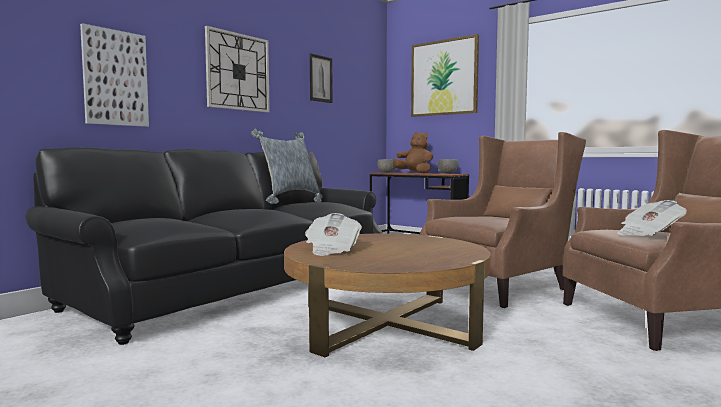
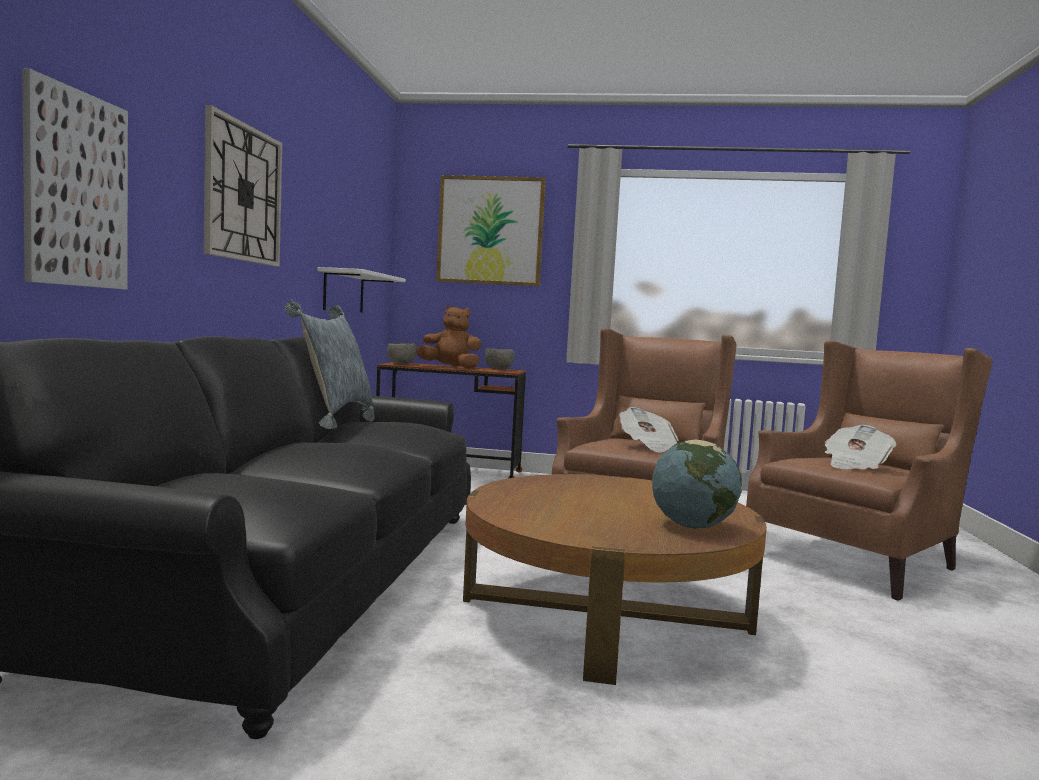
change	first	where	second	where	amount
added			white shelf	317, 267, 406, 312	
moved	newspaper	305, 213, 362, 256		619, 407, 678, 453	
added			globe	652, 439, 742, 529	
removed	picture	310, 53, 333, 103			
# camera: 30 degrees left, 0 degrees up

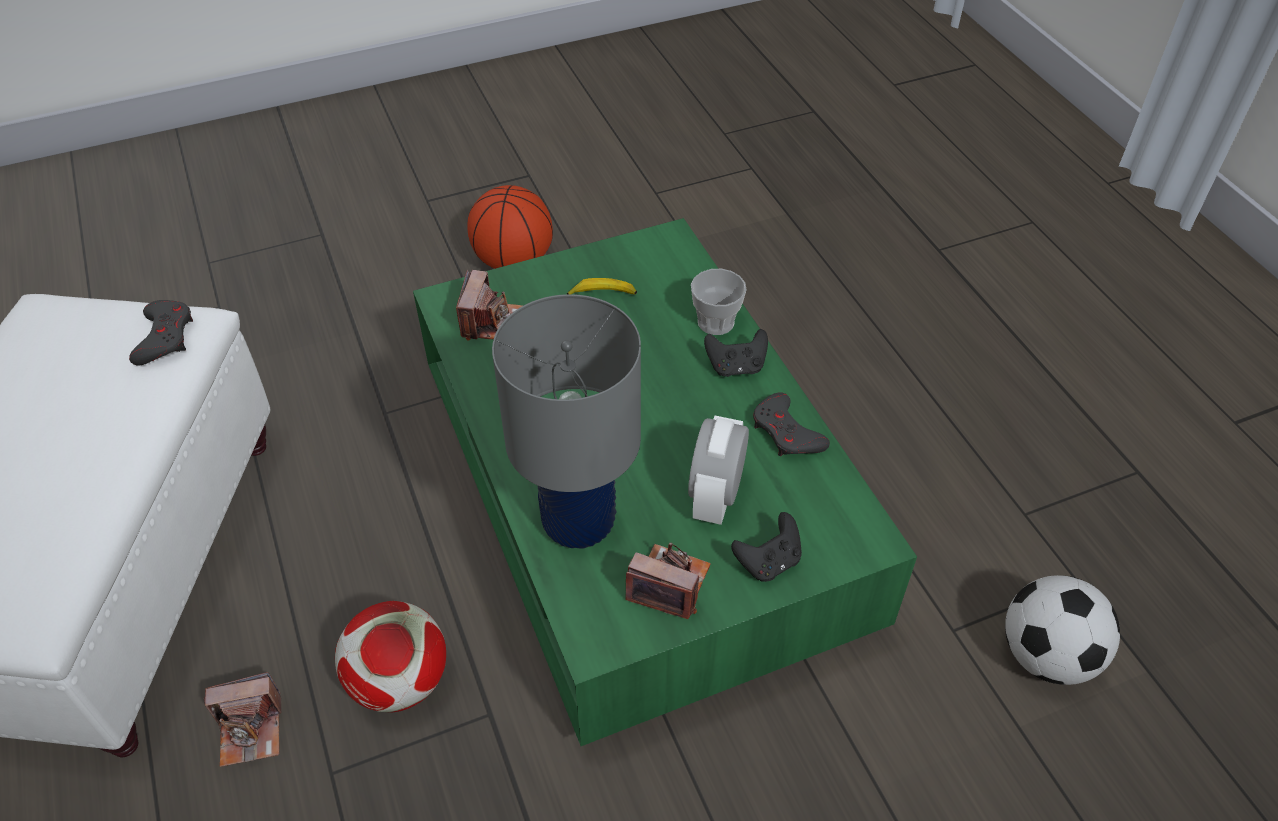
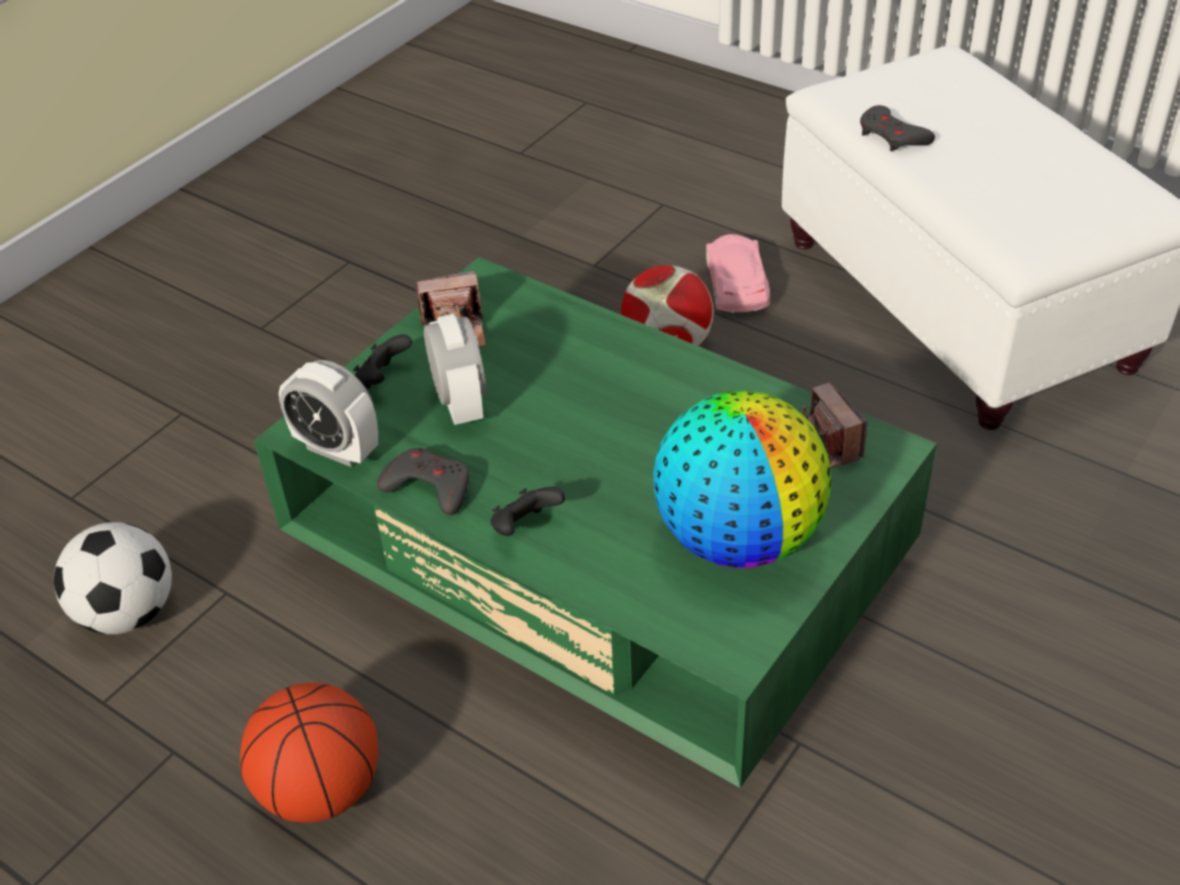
change	first	where	second	where	amount
moved	basketball	467, 185, 553, 269		240, 683, 378, 823	
added			alarm clock	279, 360, 378, 467	
replaced	banana	567, 278, 637, 295	globe	653, 391, 832, 568	
replaced	photo camera	204, 672, 281, 767	pink toy car	706, 234, 770, 313	
moved	grey game controller	129, 300, 193, 366		860, 105, 935, 151	
removed	grey table lamp	492, 294, 641, 549			
removed	cup	691, 269, 746, 335			
# camera: 150 degrees right, 5 degrees down

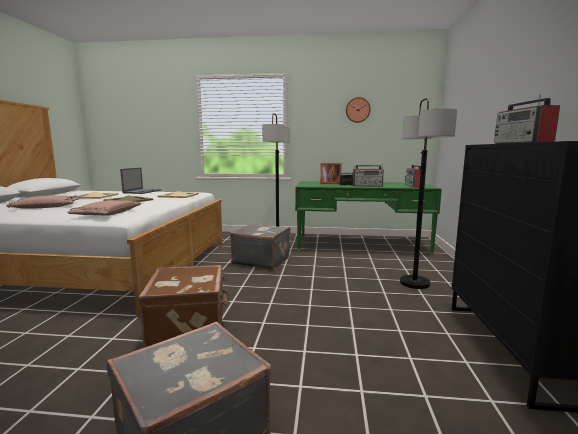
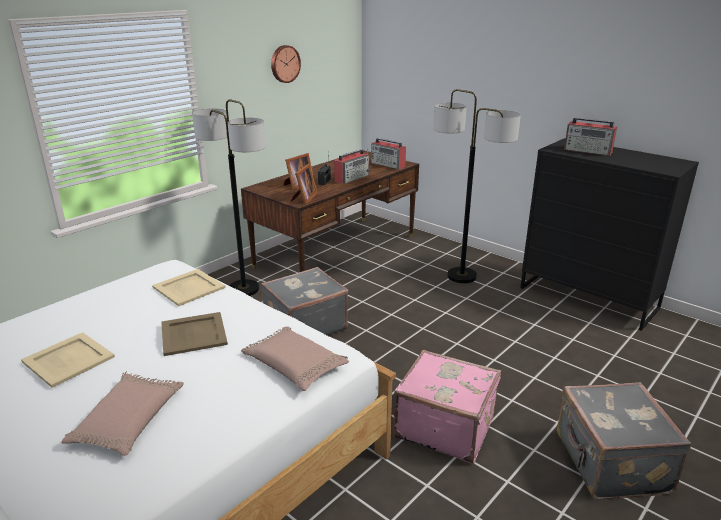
change	first	where	second	where	amount
recoloured	green desk	295, 181, 442, 256	brown desk	241, 150, 419, 272	
added			picture frame	290, 164, 318, 204	
recoloured	brown suitcase	138, 265, 229, 348	pink suitcase	393, 350, 501, 463	
removed	laptop	120, 168, 161, 194			
# camera: 55 degrees left, 15 degrees up

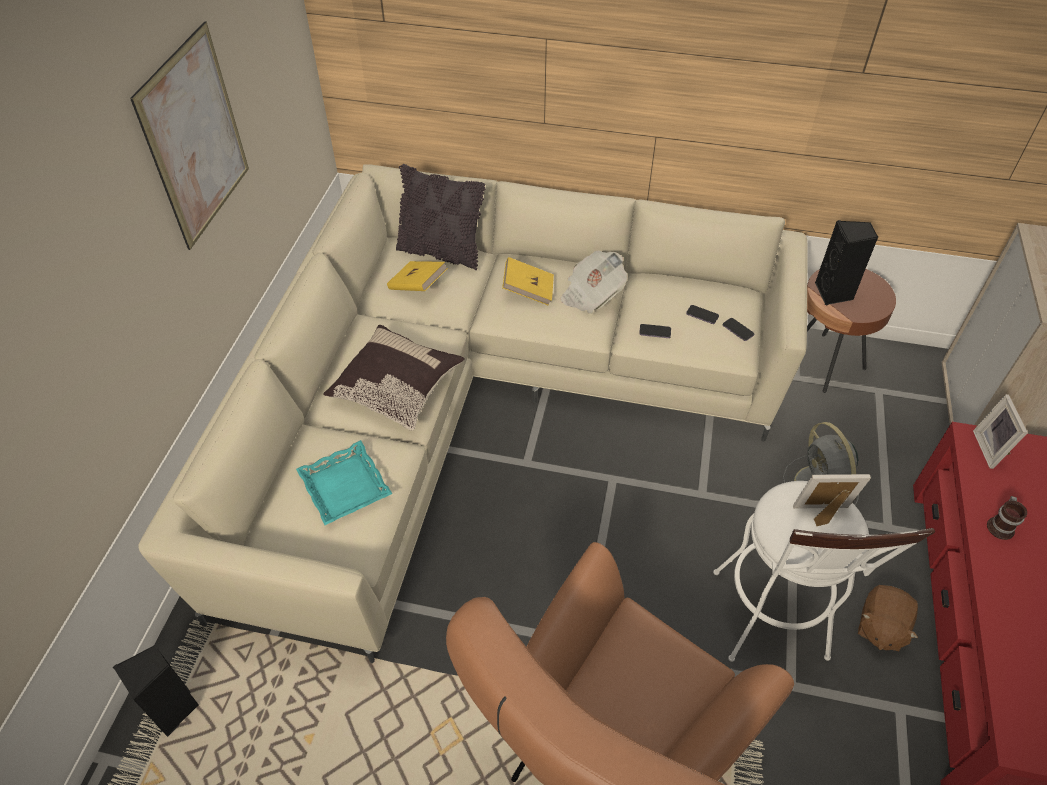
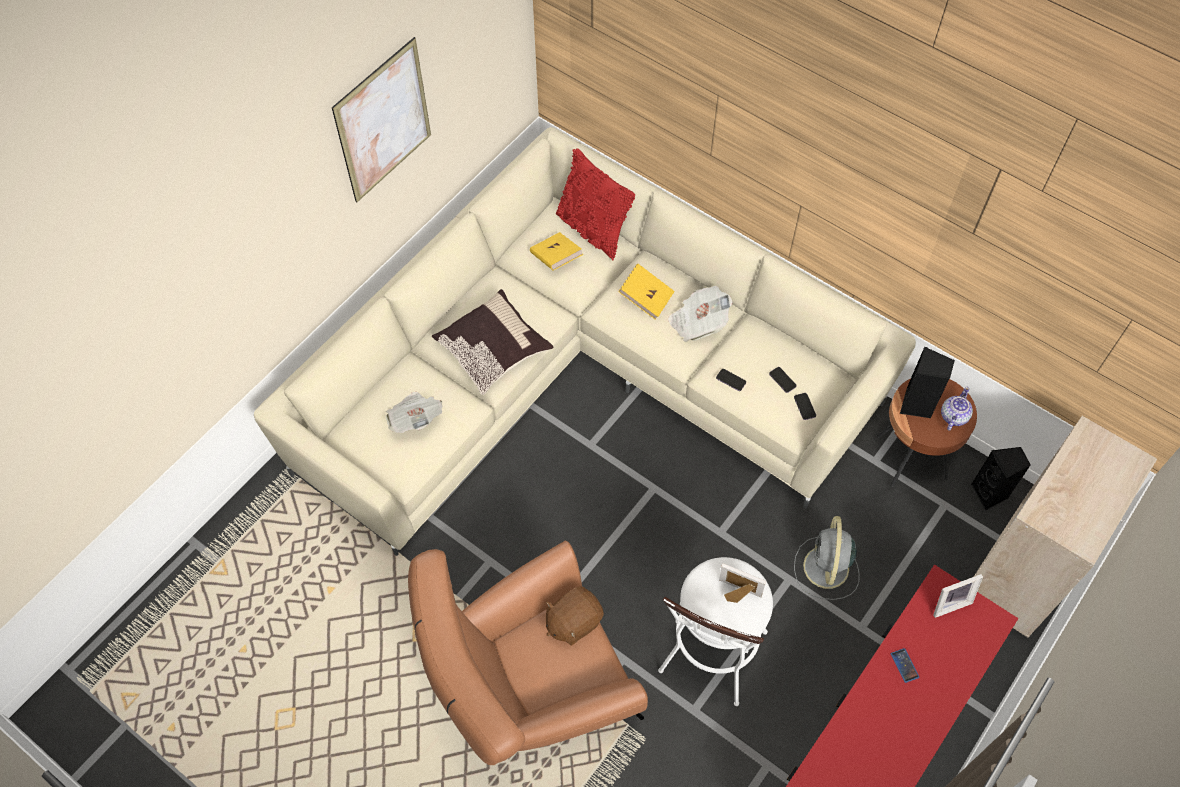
change	first	where	second	where	amount
replaced	turquoise tray	296, 440, 392, 525	newspaper	386, 392, 442, 433	
moved	brown plush toy	858, 585, 918, 651		546, 587, 604, 646	
recoloured	black pillow	396, 164, 486, 270	red pillow	556, 148, 635, 261	
replaced	mug	987, 496, 1027, 540	phone	891, 648, 919, 683	
turned	picture frame	973, 394, 1028, 469		933, 574, 983, 618	135 degrees counterclockwise
added			teapot	941, 387, 973, 431	
moved	black speaker	113, 645, 199, 737		971, 447, 1031, 511	
# camera: 25 degrees right, 10 degrees up

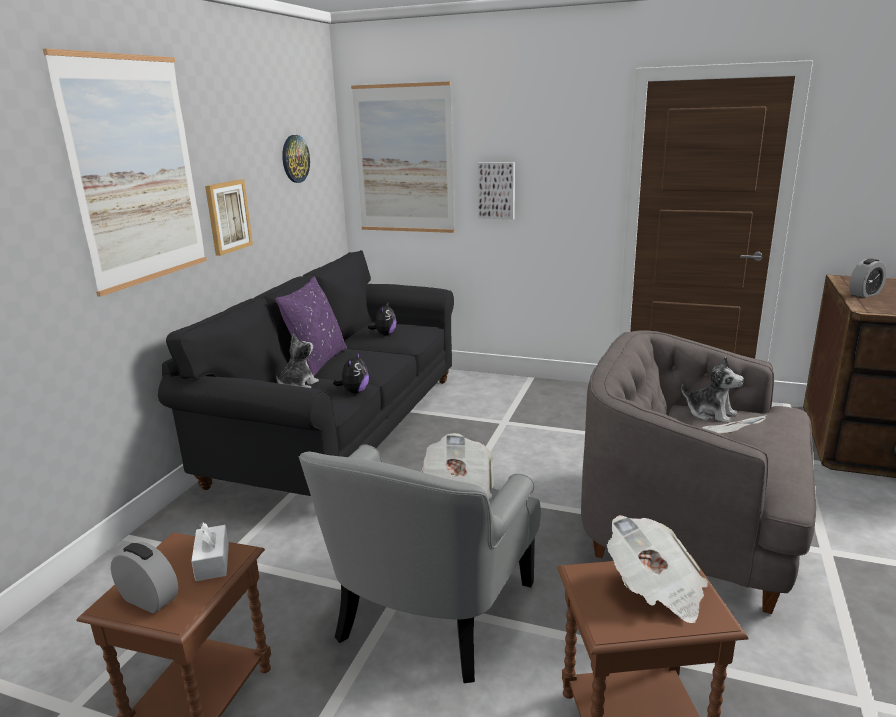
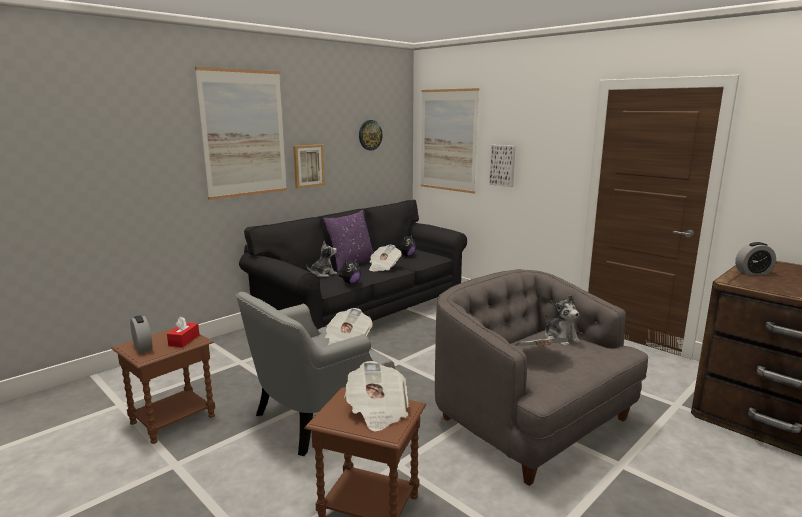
change	first	where	second	where	amount
recoloured	white tissue box	191, 522, 229, 581	red tissue box	167, 316, 199, 347	
added			newspaper	369, 245, 402, 271	
# camera: 25 degrees right, 5 degrees down

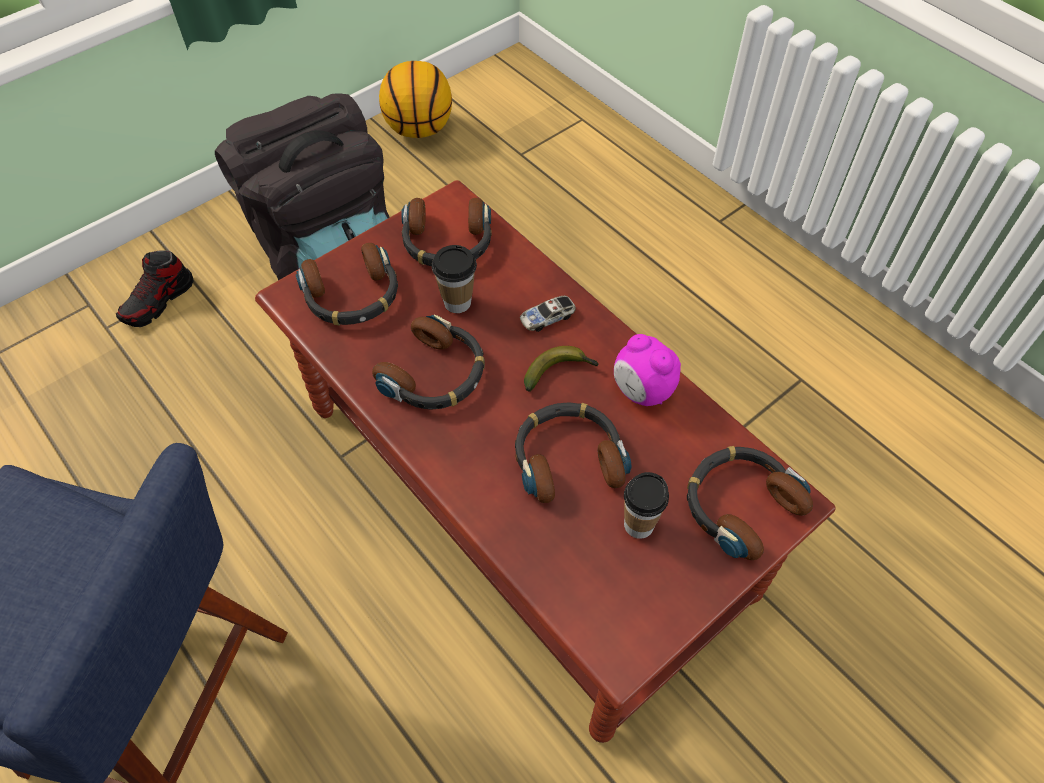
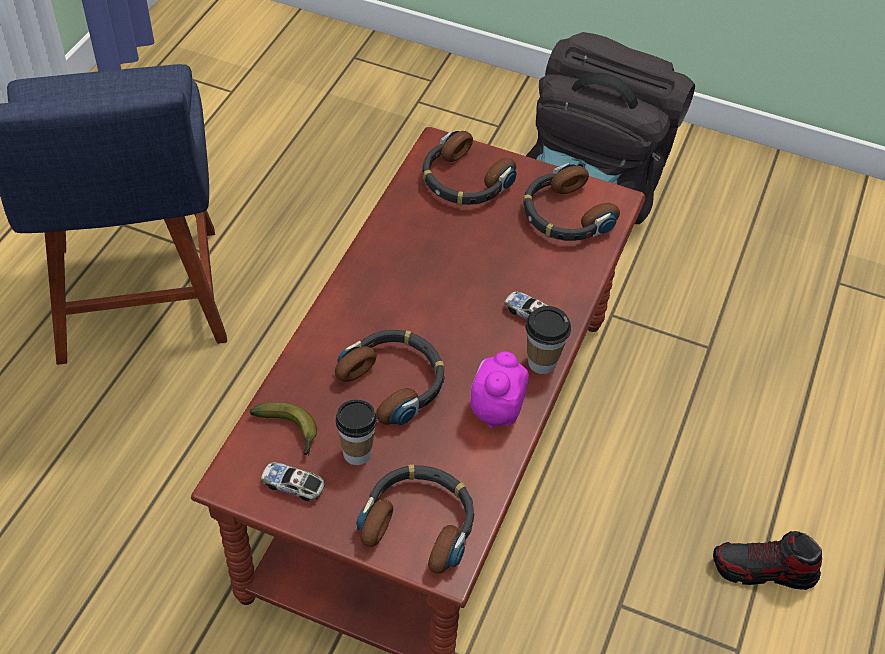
change	first	where	second	where	amount
moved	banana	524, 346, 599, 392		249, 403, 317, 456	
added			toy car	261, 462, 325, 501	
moved	cup	432, 245, 477, 313		525, 306, 571, 374	
moved	shoe	116, 250, 194, 327		713, 531, 822, 590	
removed	headphones	372, 315, 485, 410			
removed	basketball	379, 61, 452, 138			
# camera: 60 degrees right, 5 degrees down

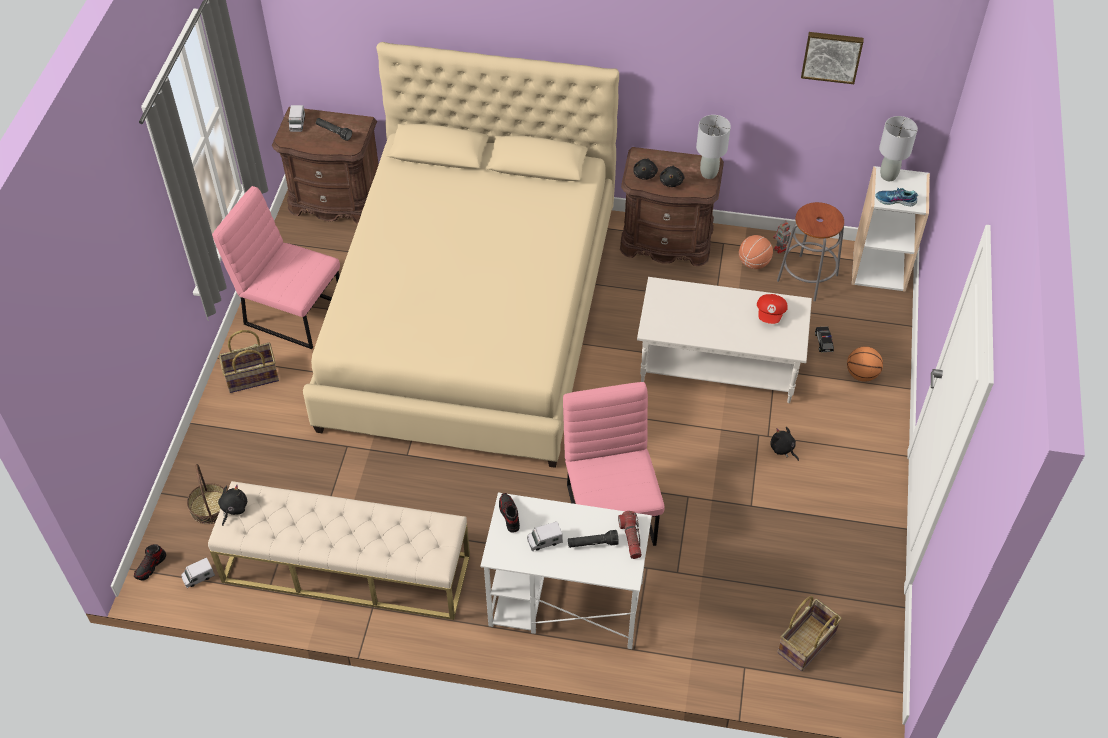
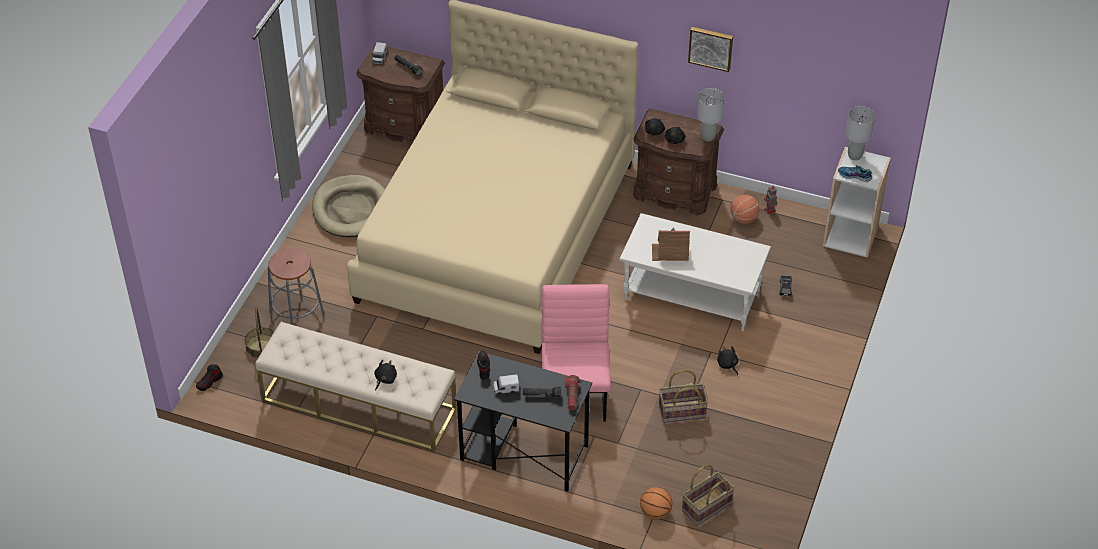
change	first	where	second	where	amount
moved	grey stool	777, 202, 844, 302		268, 248, 325, 325	
replaced	pink chair	212, 186, 340, 349	beige dog bed	312, 175, 385, 237	
moved	black plush toy	218, 485, 247, 526		374, 360, 397, 391	
recoloured	white desk	481, 492, 652, 649	black desk	454, 351, 592, 492	
moved	basketball	847, 346, 883, 382		640, 487, 673, 519	
added			toy house	652, 228, 690, 261	
moved	basket	219, 330, 279, 393		659, 370, 708, 423	
moved	picture	801, 32, 864, 84		688, 27, 733, 72	
removed	toy truck	181, 557, 215, 588			
removed	red cap	757, 294, 788, 324			
# camera: 10 degrees right, 5 degrees down

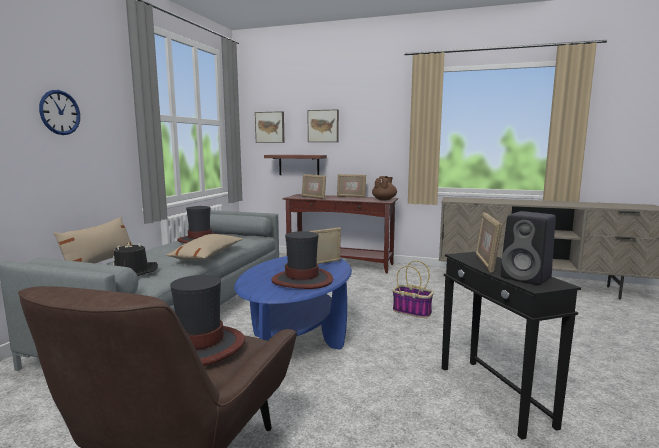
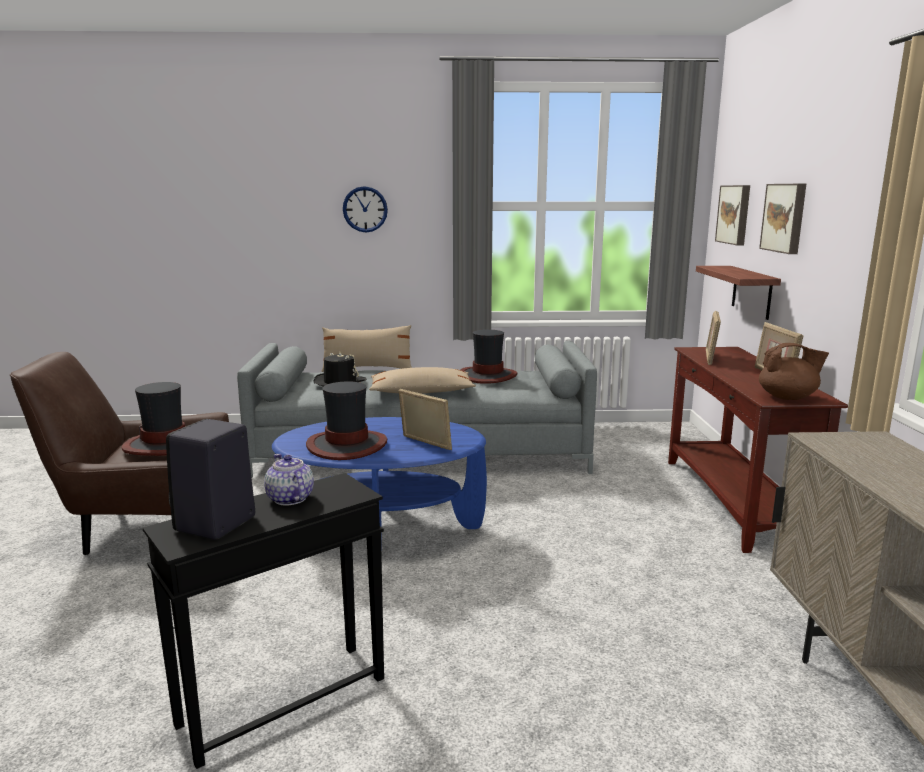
change	first	where	second	where	amount
replaced	picture frame	476, 212, 503, 273	teapot	264, 454, 314, 506	
removed	basket	393, 261, 434, 318			
# camera: 70 degrees right, 5 degrees up

